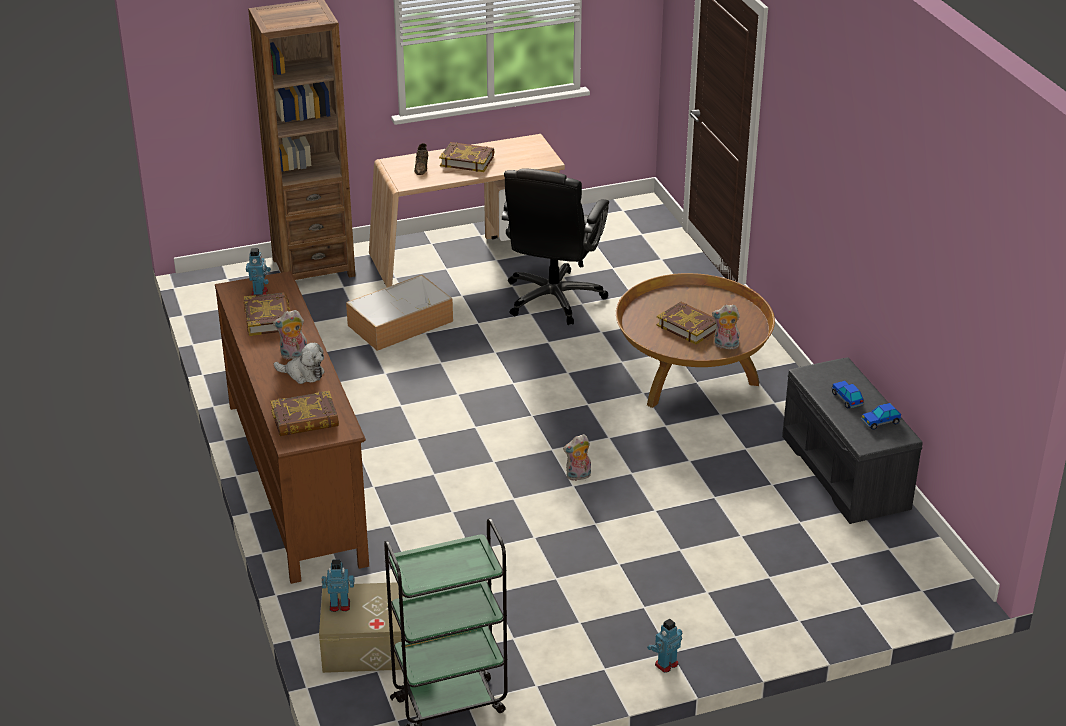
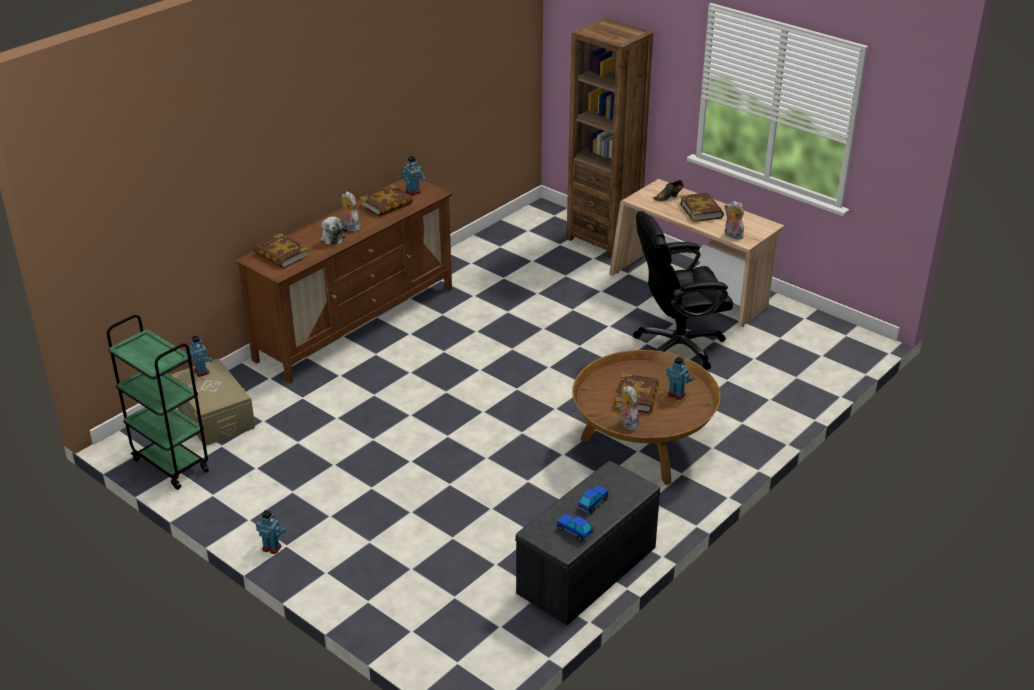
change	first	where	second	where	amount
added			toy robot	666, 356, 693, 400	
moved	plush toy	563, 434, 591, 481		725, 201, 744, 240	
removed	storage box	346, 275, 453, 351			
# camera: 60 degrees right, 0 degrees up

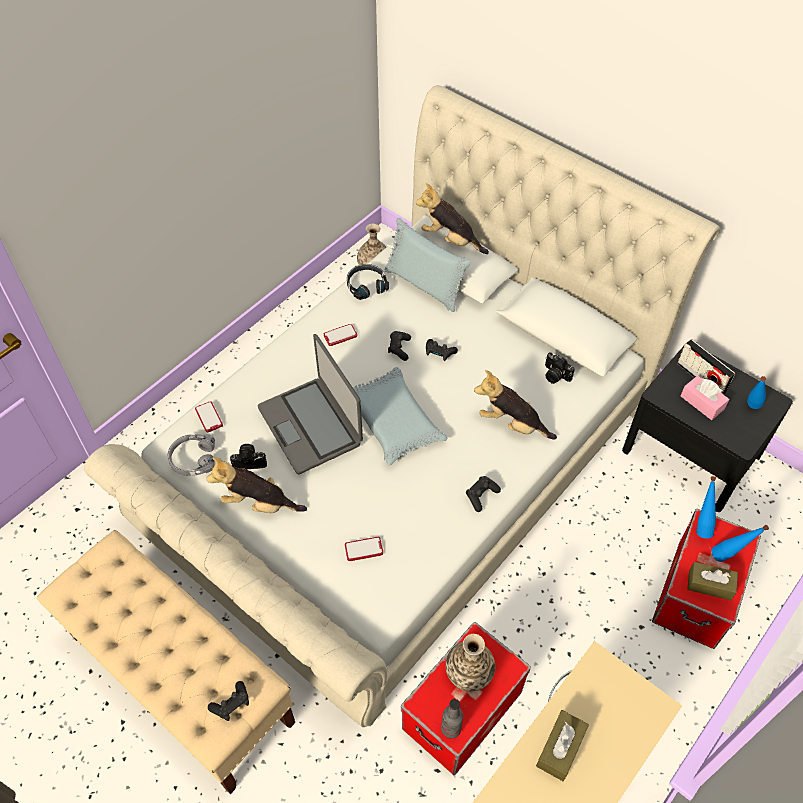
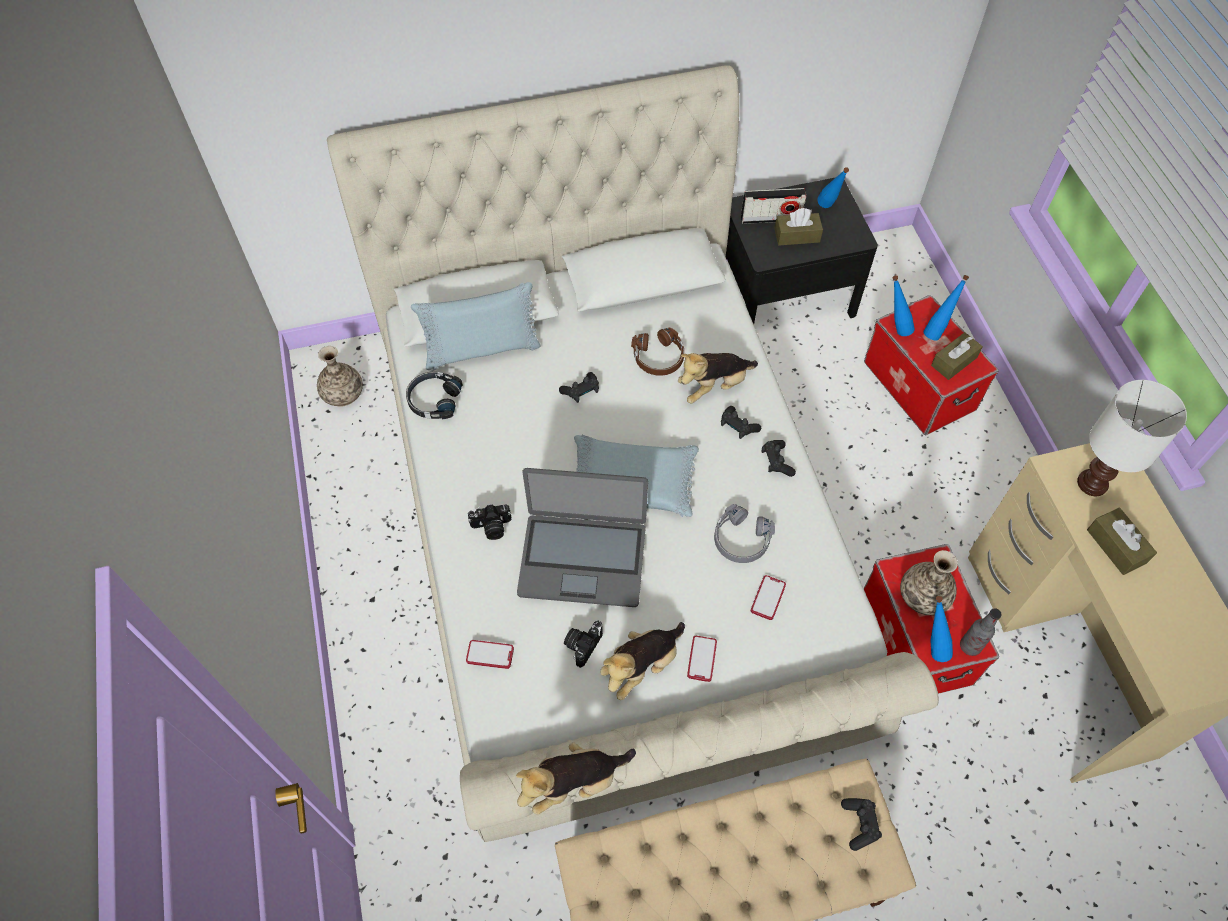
change	first	where	second	where	amount
moved	photo camera	545, 352, 575, 384		468, 504, 511, 540	
moved	plush toy	416, 183, 489, 254		516, 743, 636, 814	
added			brown headphones	631, 327, 684, 376	
moved	phone	324, 324, 357, 346		687, 636, 717, 682	
moved	grey headphones	167, 434, 215, 476		714, 504, 775, 563	
moved	black game controller	388, 331, 411, 361		721, 406, 761, 439	
recoloured	pink tissue box	681, 375, 729, 420	brown tissue box	774, 208, 823, 245	
added			blue bottle	930, 596, 953, 662	
added			white table lamp	1077, 380, 1187, 496	
# camera: 55 degrees left, 5 degrees up

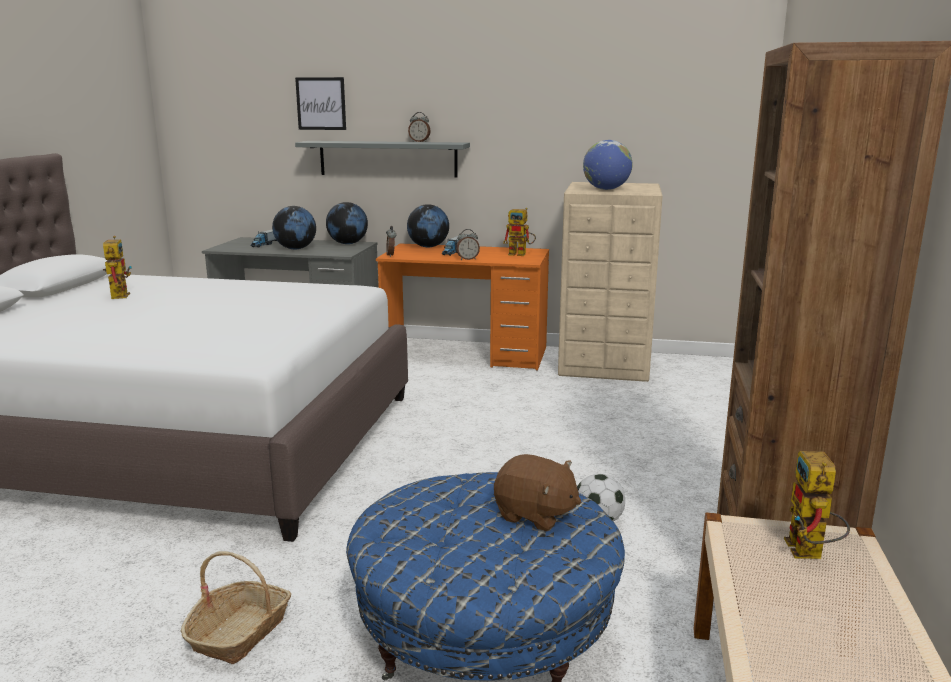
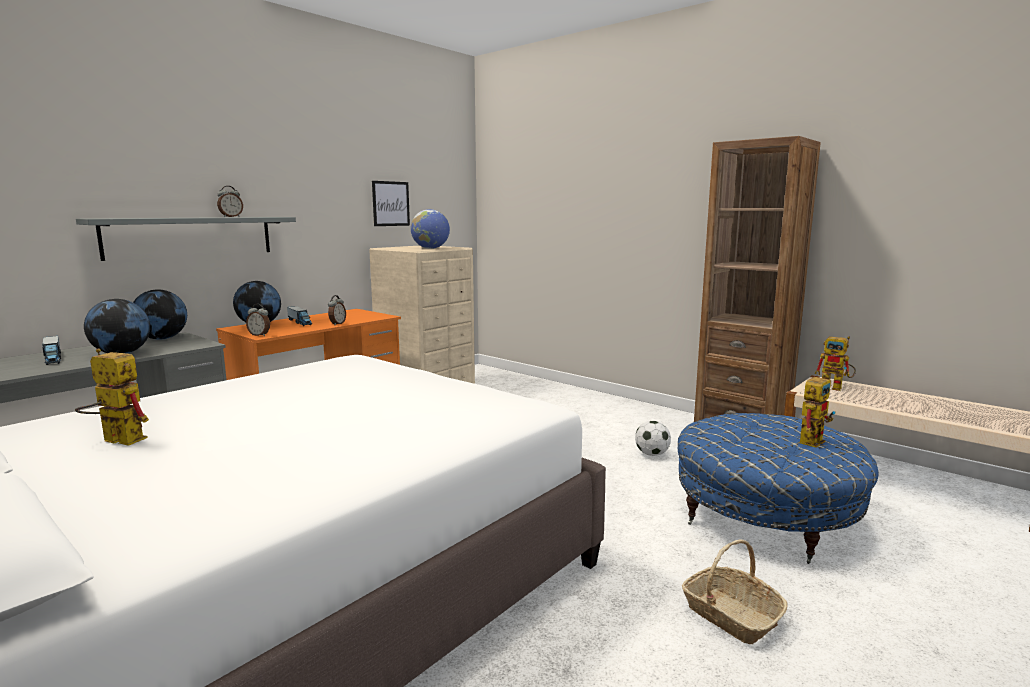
change	first	where	second	where	amount
moved	picture	295, 77, 346, 130		372, 181, 410, 226	
moved	toy robot	503, 208, 536, 256		800, 374, 835, 448	
removed	brown plush toy	494, 454, 581, 531			
# camera: 60 degrees left, 5 degrees down

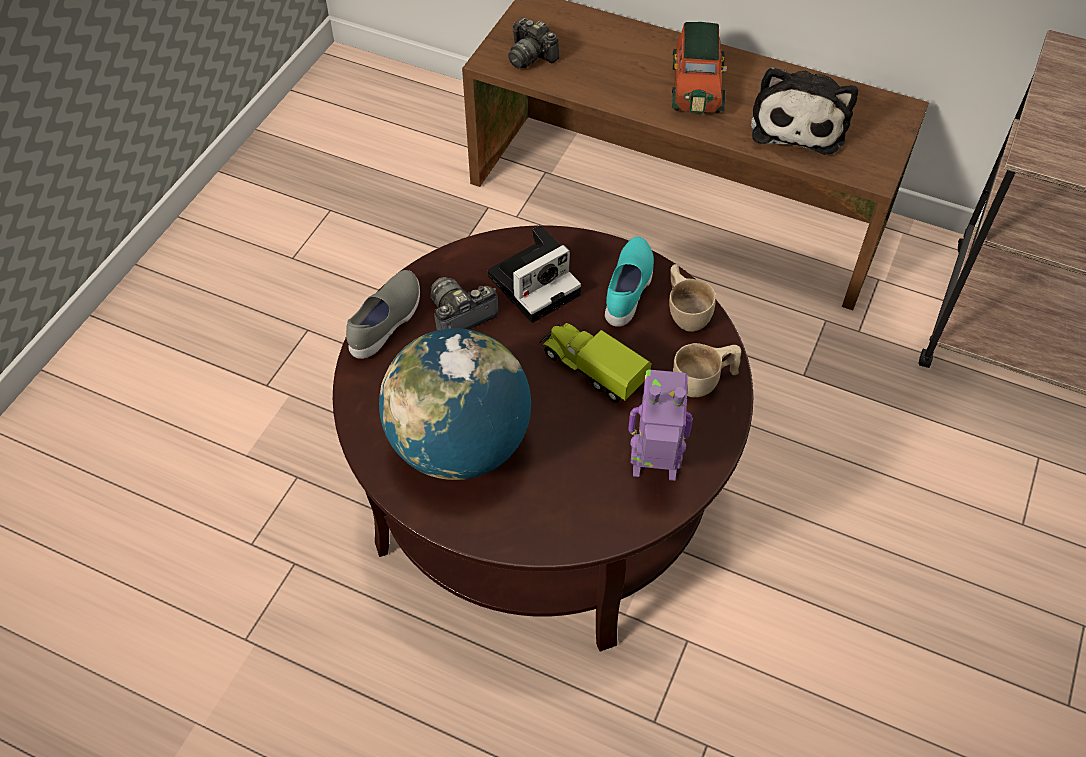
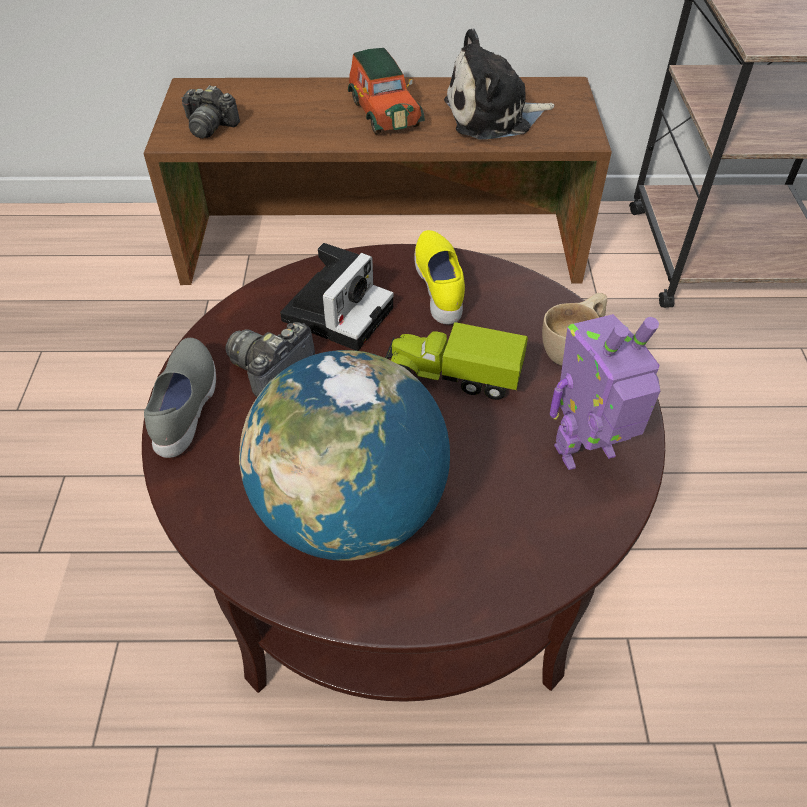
change	first	where	second	where	amount
recoloured	turquoise shoe	605, 237, 654, 327	yellow shoe	414, 230, 465, 325	
turned	plush toy	751, 67, 858, 155		444, 28, 554, 140	90 degrees clockwise
removed	beige cup	669, 264, 716, 332			
# camera: 25 degrees left, 5 degrees down

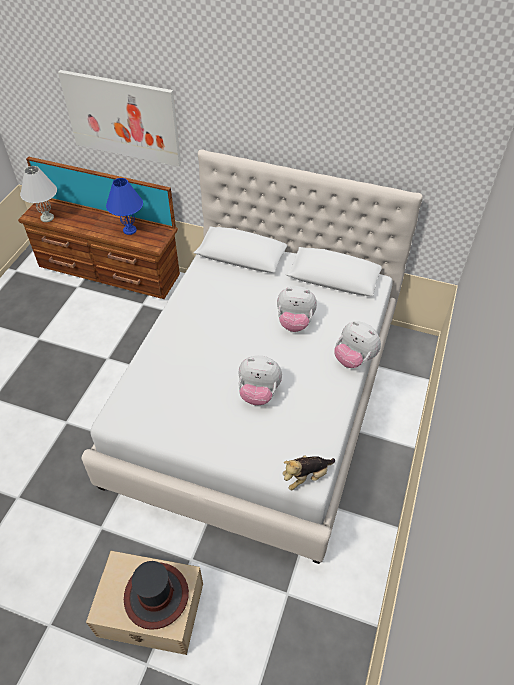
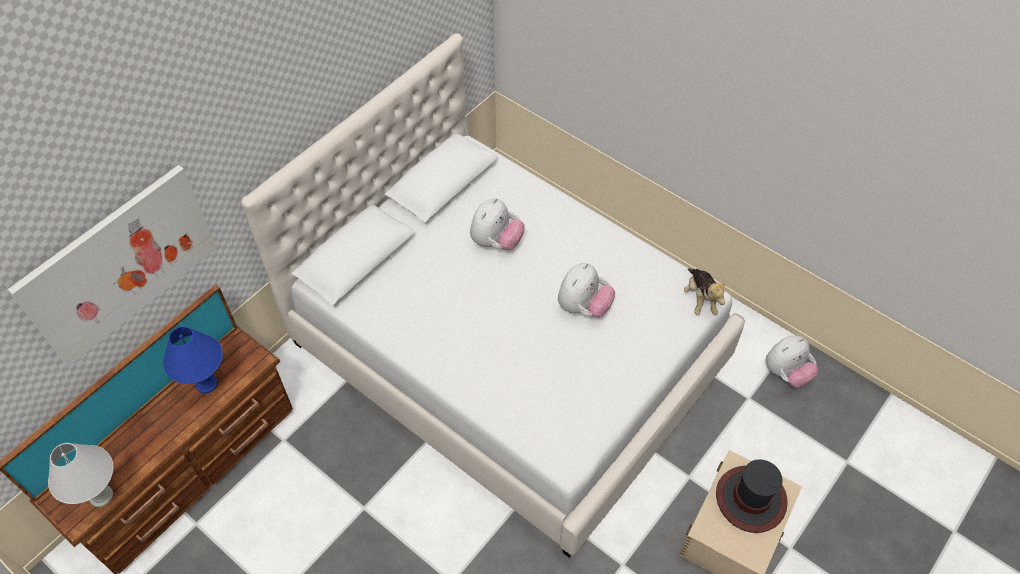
change	first	where	second	where	amount
moved	plush toy	334, 321, 381, 368		766, 336, 819, 388	
# camera: 70 degrees left, 5 degrees up

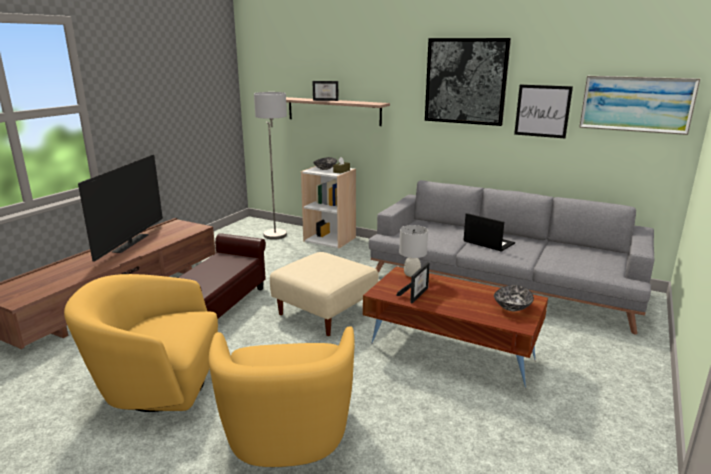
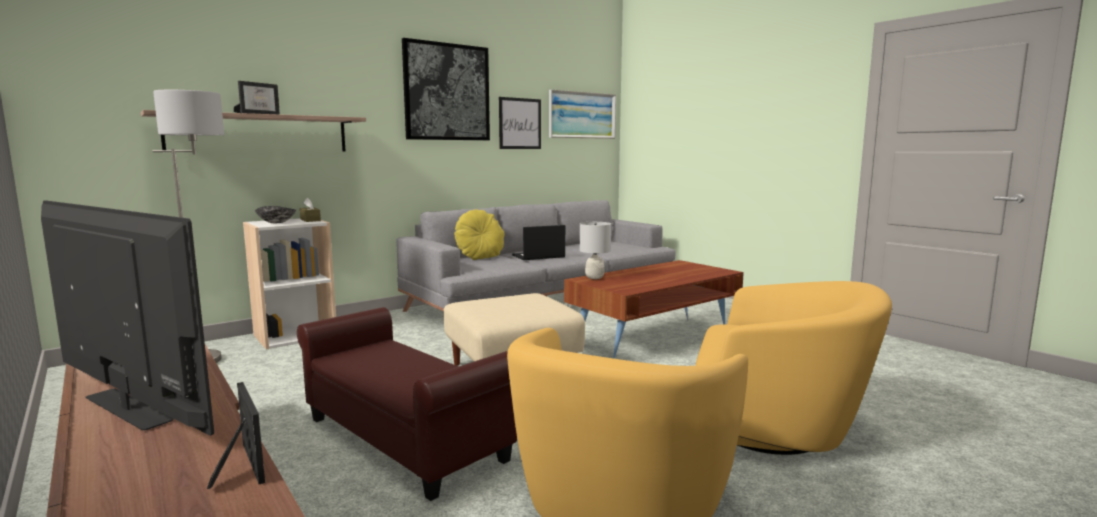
change	first	where	second	where	amount
moved	picture frame	396, 262, 429, 304		207, 382, 265, 489	
added			yellow pillow	454, 209, 504, 260	
removed	bowl	494, 285, 534, 311			
# camera: 65 degrees left, 10 degrees down

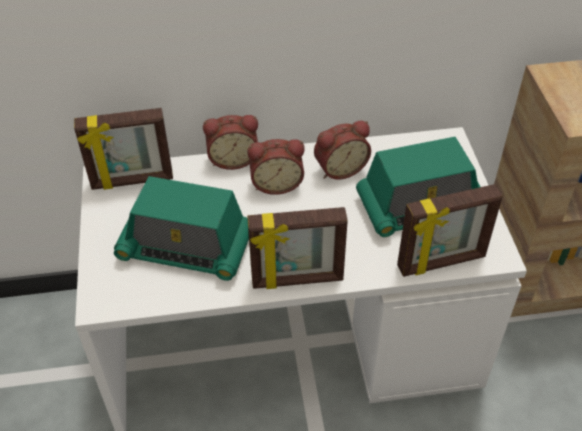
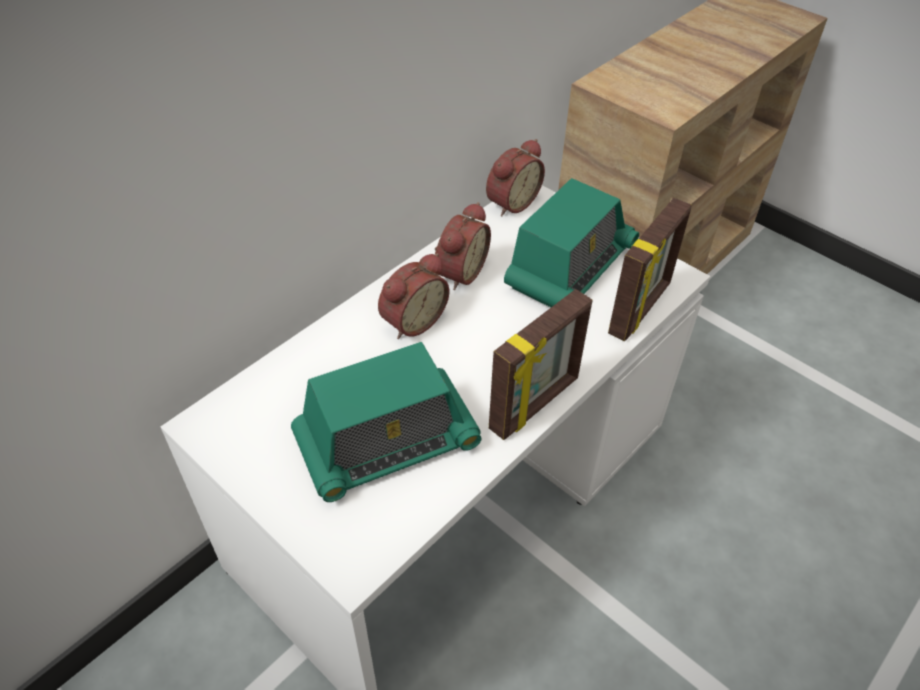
change	first	where	second	where	amount
moved	alarm clock	203, 115, 258, 170		486, 139, 545, 216	
removed	picture frame	74, 108, 173, 190			
# camera: 40 degrees left, 0 degrees up

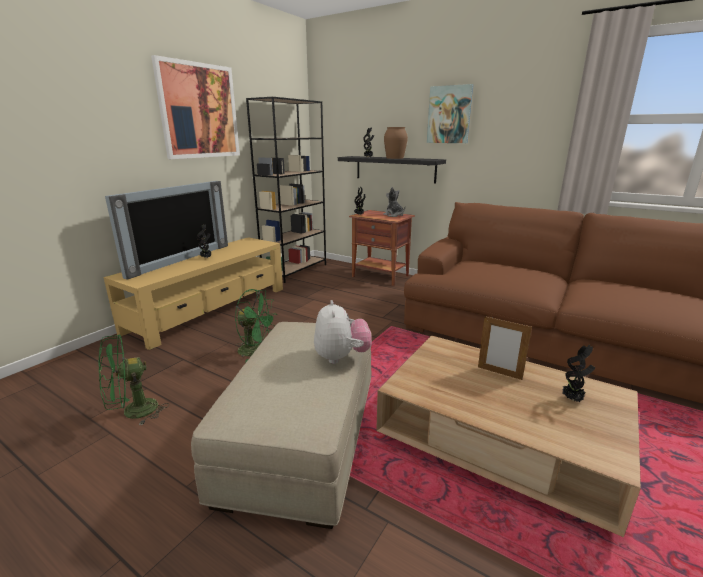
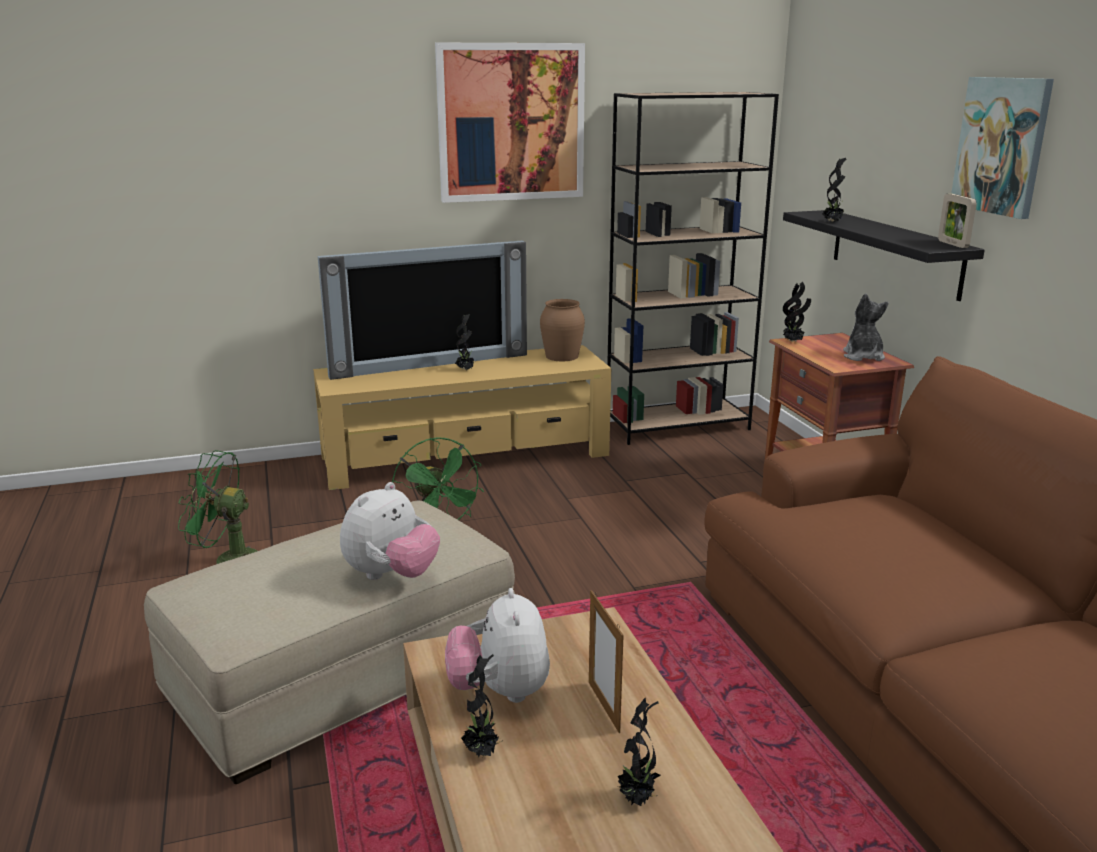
change	first	where	second	where	amount
added			plush toy	445, 588, 550, 703	
added			potted plant	461, 654, 503, 757	
moved	brown vase	384, 127, 408, 159		540, 299, 585, 361	
added			picture frame	938, 194, 976, 248	
# camera: 40 degrees right, 0 degrees up

